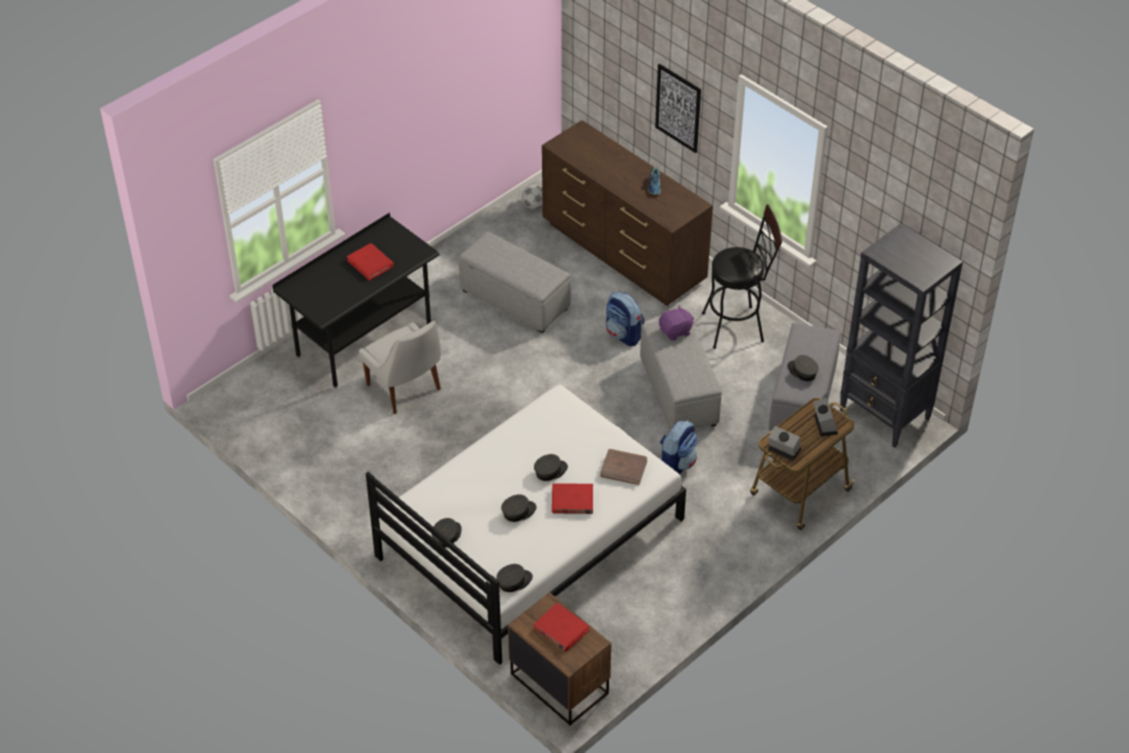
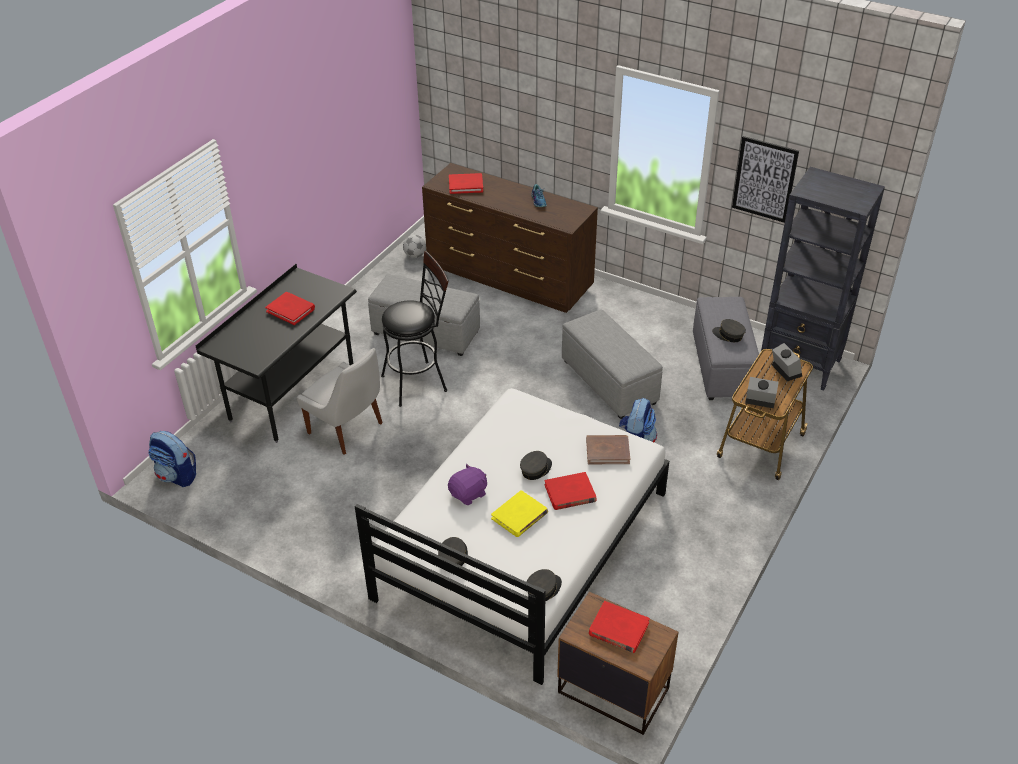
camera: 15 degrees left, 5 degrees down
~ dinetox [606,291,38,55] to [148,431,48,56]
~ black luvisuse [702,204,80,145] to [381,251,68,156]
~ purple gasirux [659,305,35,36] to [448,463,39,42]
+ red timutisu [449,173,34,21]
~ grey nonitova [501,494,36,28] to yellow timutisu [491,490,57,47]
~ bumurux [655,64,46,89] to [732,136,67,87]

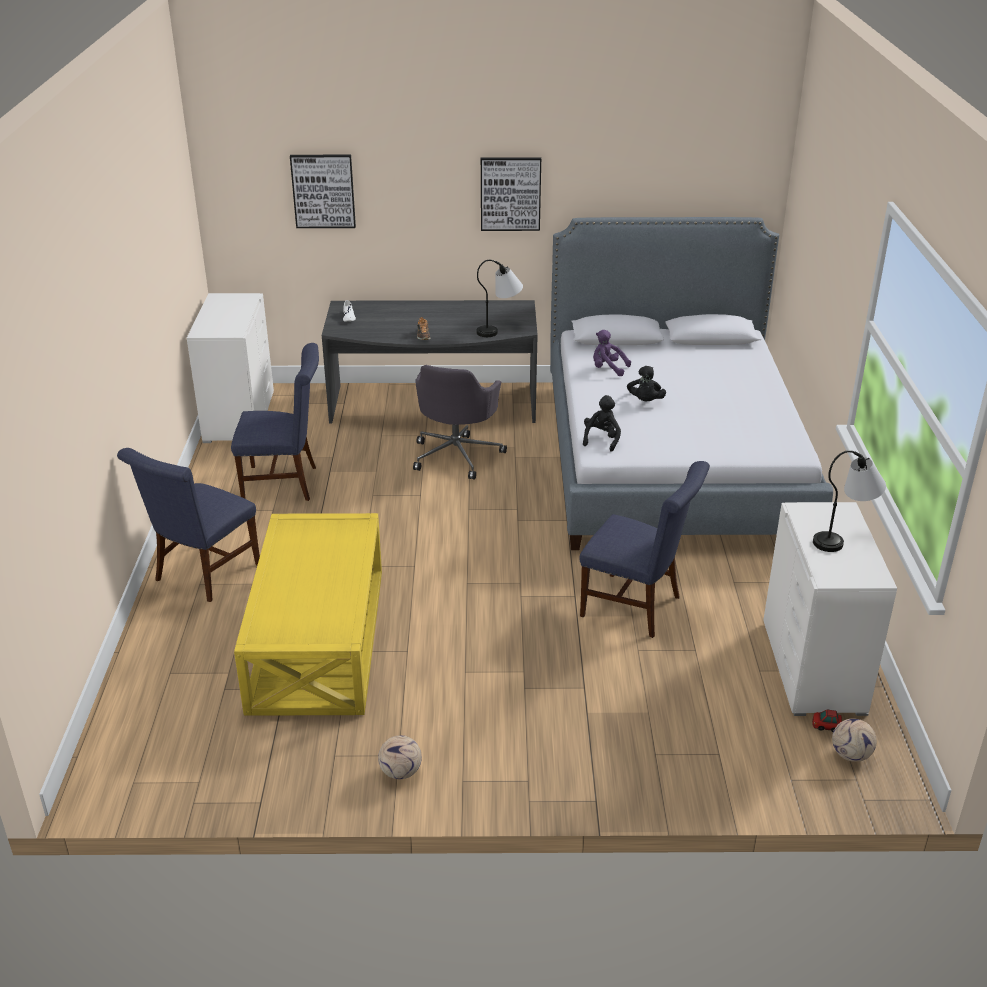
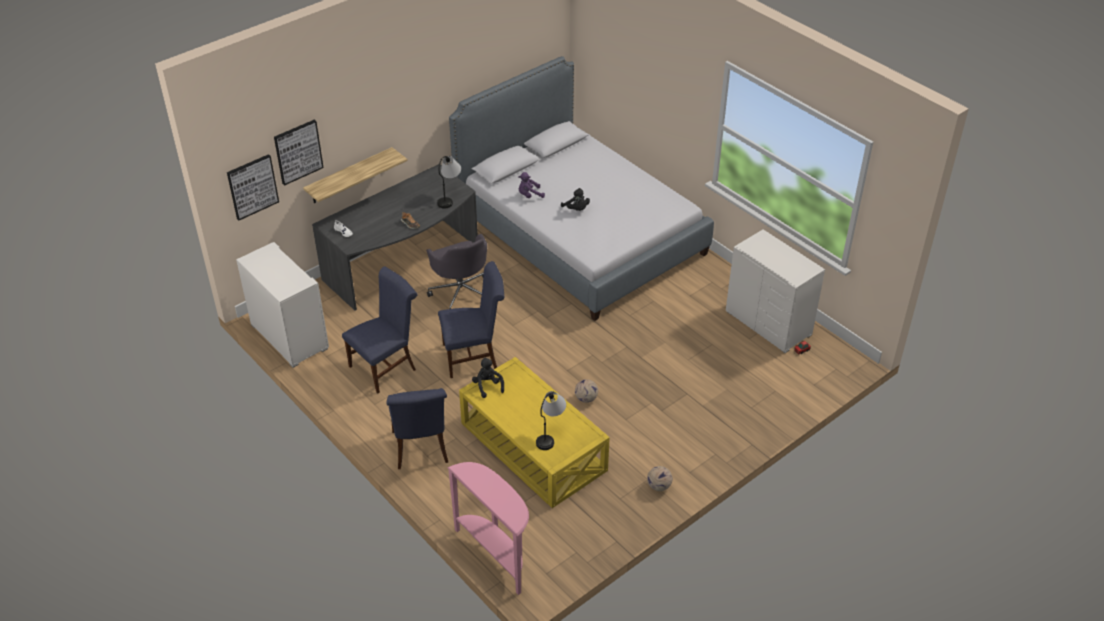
camera: 40 degrees left, 10 degrees up
~ bumurux [481,157,60,74] to [227,154,52,66]
+ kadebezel [303,147,105,56]
~ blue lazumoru [580,461,130,177] to [438,261,66,117]
+ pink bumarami [447,462,82,133]
~ black gasirux [583,395,38,57] to [472,357,32,41]
~ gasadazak [813,450,73,102] to [536,391,30,59]
~ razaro [832,719,45,43] to [575,379,23,24]

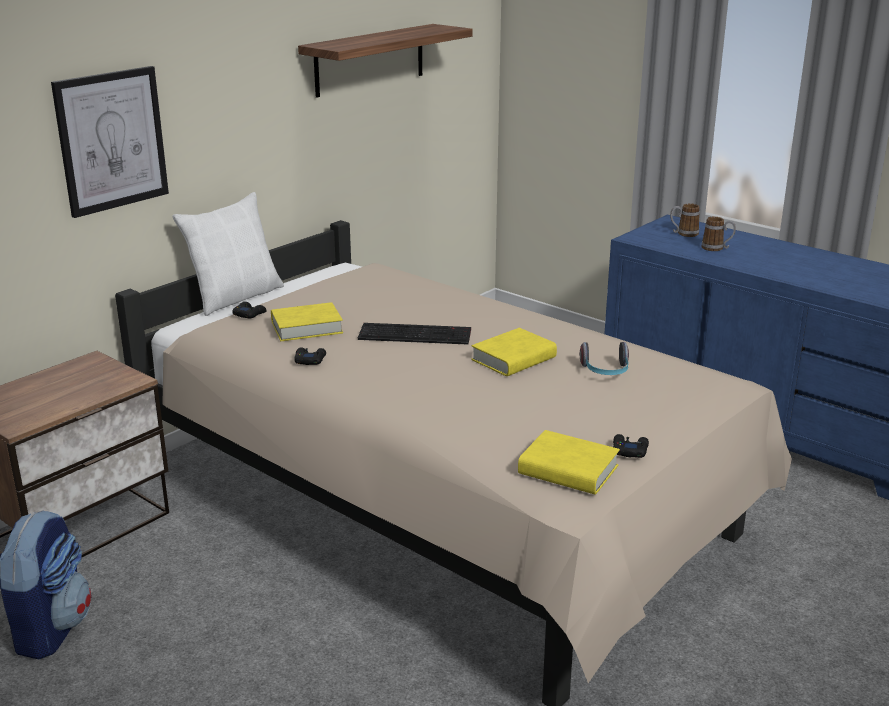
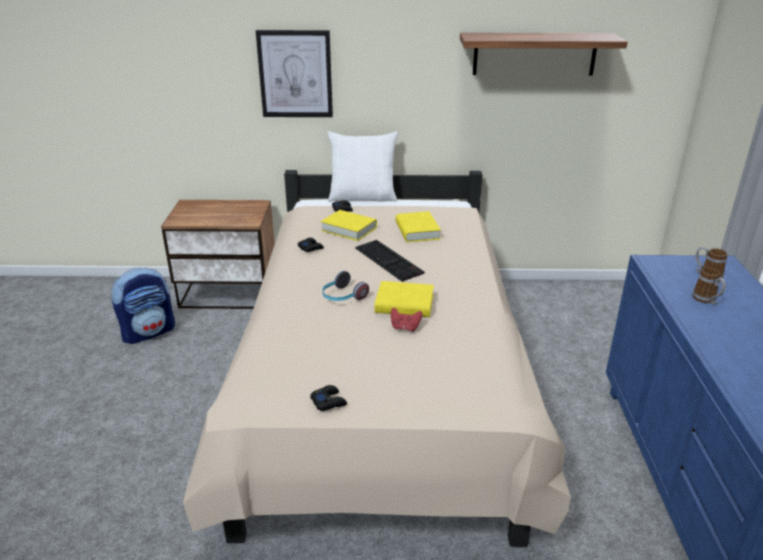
camera: 50 degrees right, 5 degrees up
~ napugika [580,342,49,33] to [322,271,47,30]
+ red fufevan [391,308,32,24]
~ yellow timutisu [518,430,102,65] to [396,211,45,31]

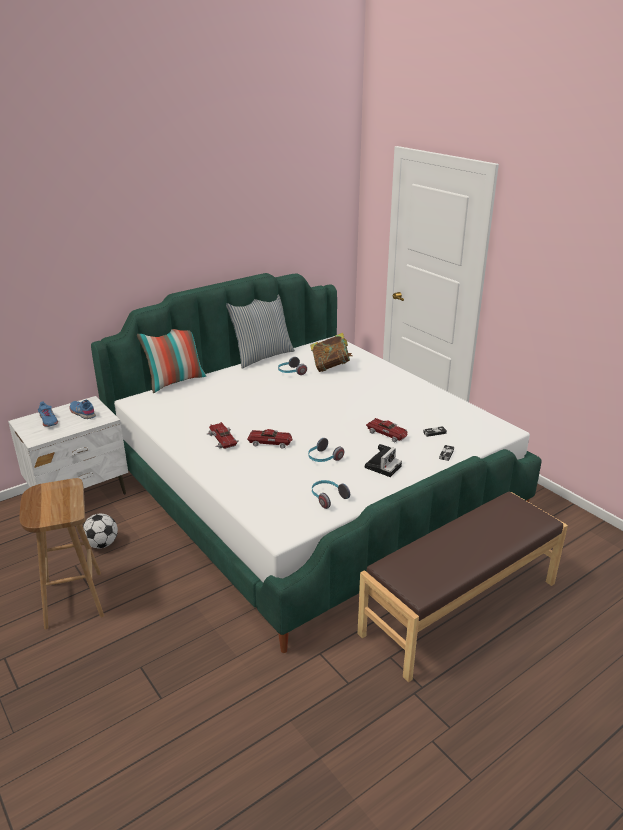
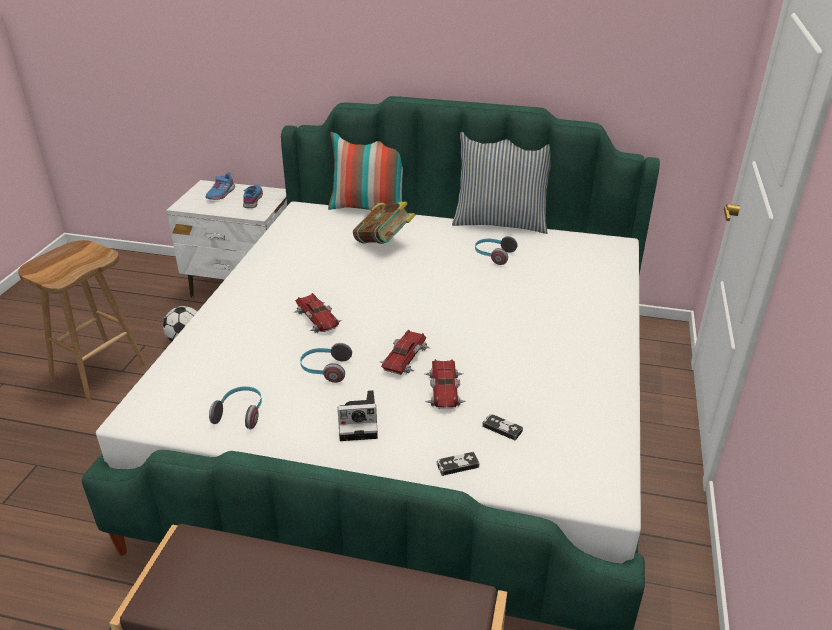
camera: 50 degrees right, 5 degrees up
~ timutisu [310,333,42,39] to [353,202,63,42]
~ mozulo [207,422,31,27] to [379,330,51,45]

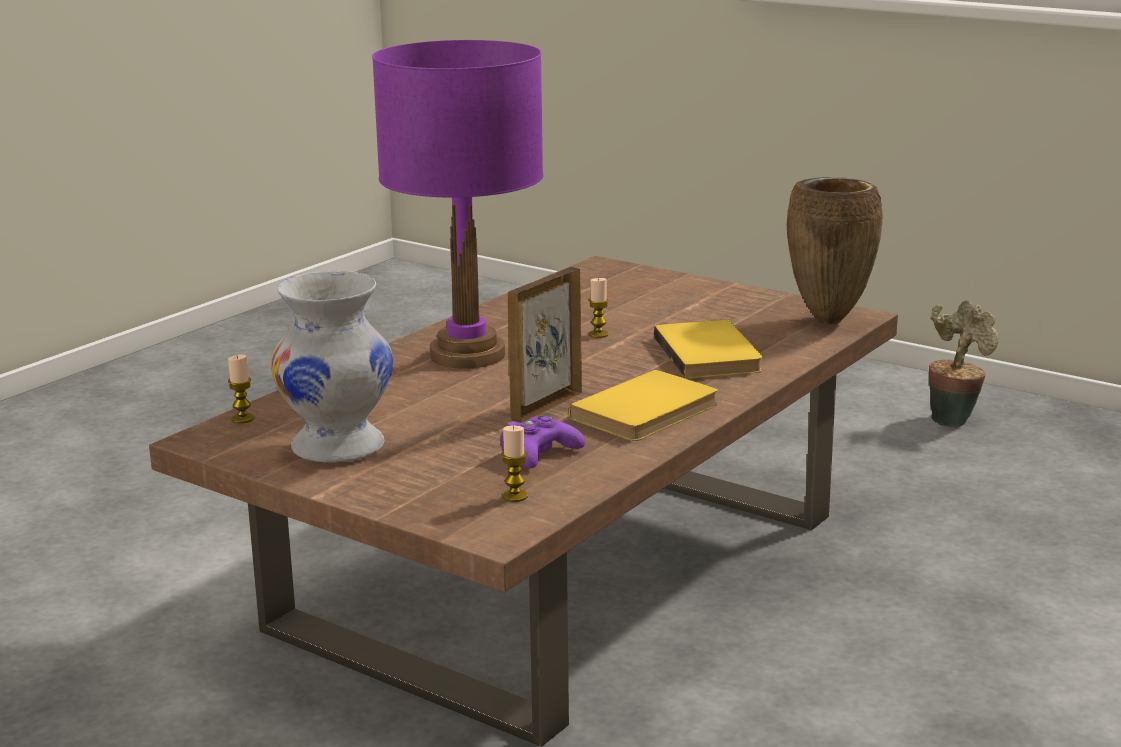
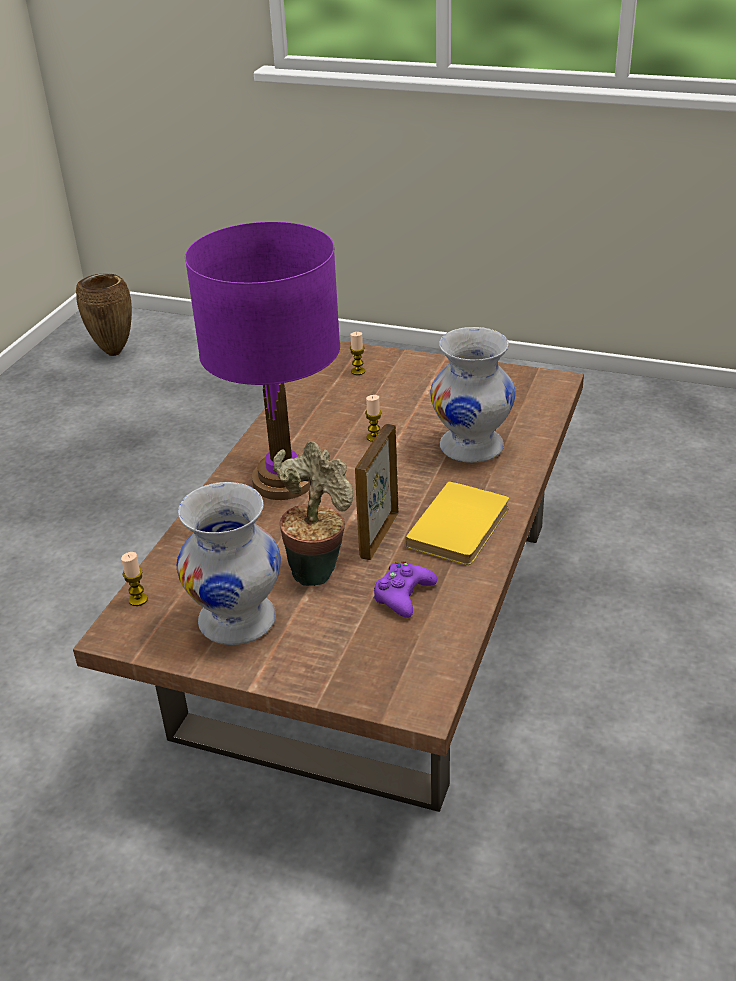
camera: 15 degrees left, 15 degrees up
~ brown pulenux [787,177,96,147] to [76,273,56,83]
~ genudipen [929,300,70,127] to [273,441,81,145]
~ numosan [501,425,27,77] to [350,332,15,43]
~ yellow timutisu [654,320,108,59] to white pulenux [430,327,85,136]

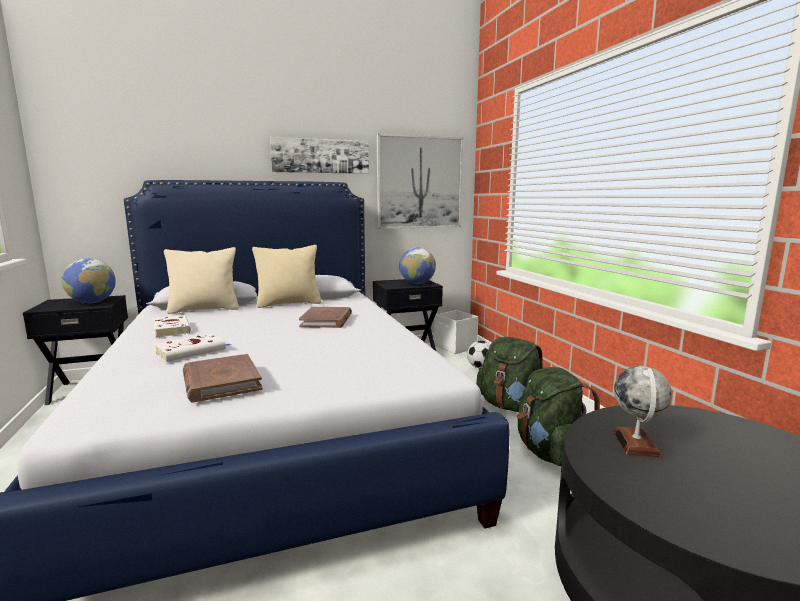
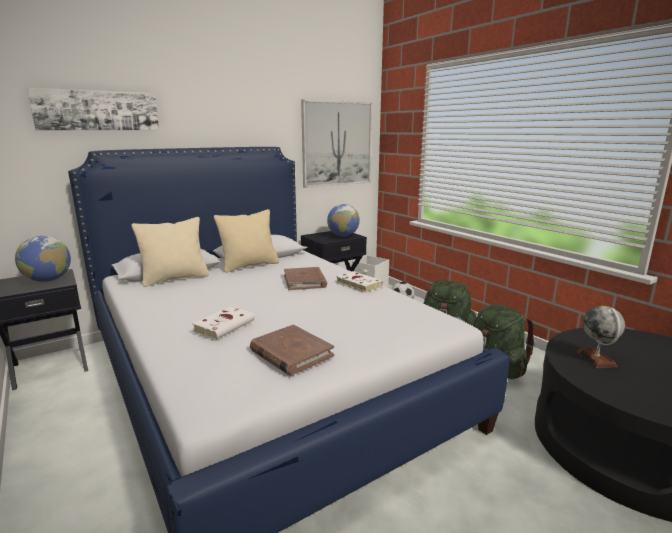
camera: 15 degrees left, 5 degrees up
~ bumurux [270,137,99,37] to [27,88,132,42]
~ white timutisu [153,315,38,23] to [336,271,47,22]

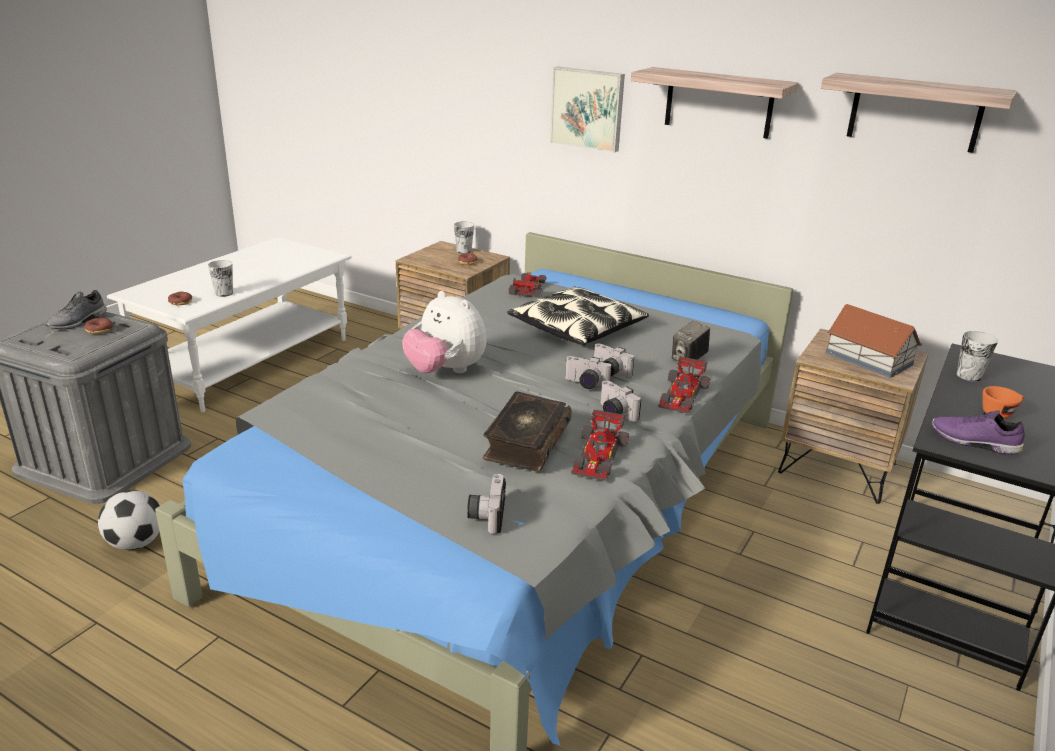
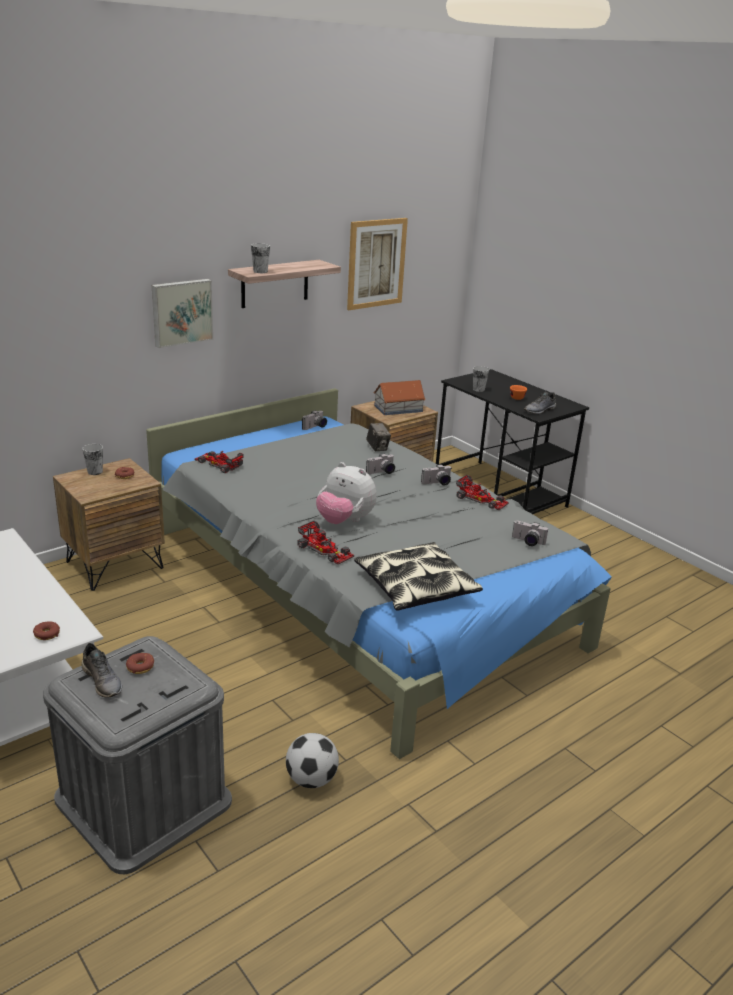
camera: 70 degrees left, 0 degrees up
~ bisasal [208,260,25,37] to [251,243,19,30]
~ mozulo [658,356,52,58] to [297,520,57,44]
~ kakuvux [565,356,46,33] to [302,411,25,19]
~ gasirux [402,291,85,82] = [316,462,61,62] 60 degrees clockwise
~ kadebezel [821,73,196,80] to bumurux [347,218,61,92]
~ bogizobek [507,287,142,59] to [354,542,129,69]
~ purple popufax [932,410,93,45] to grey popufax [524,392,32,22]
- timutisu [483,391,89,81]

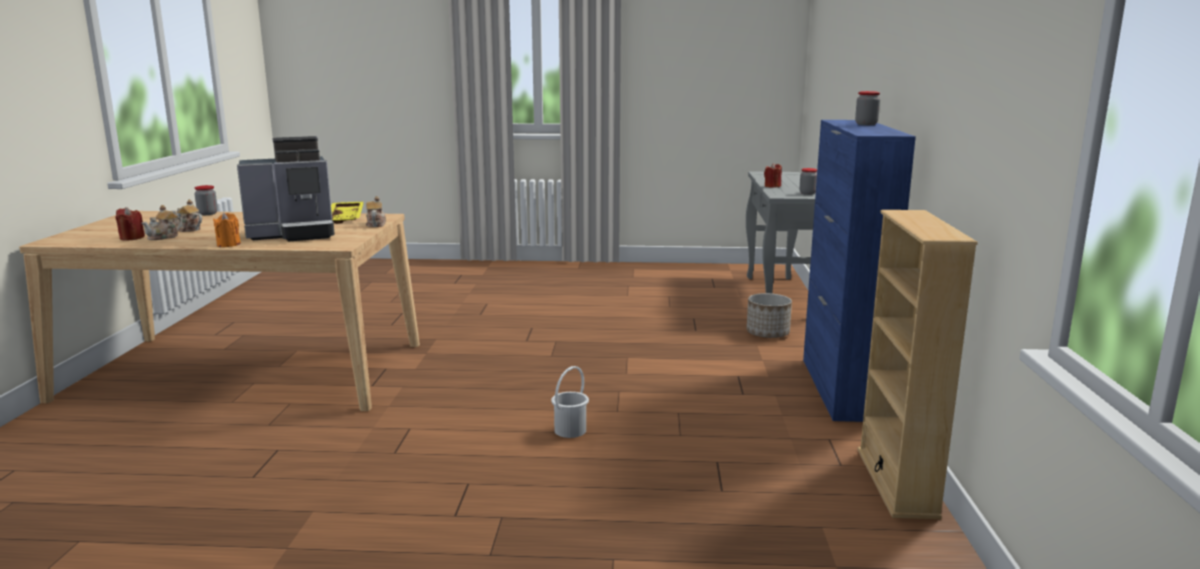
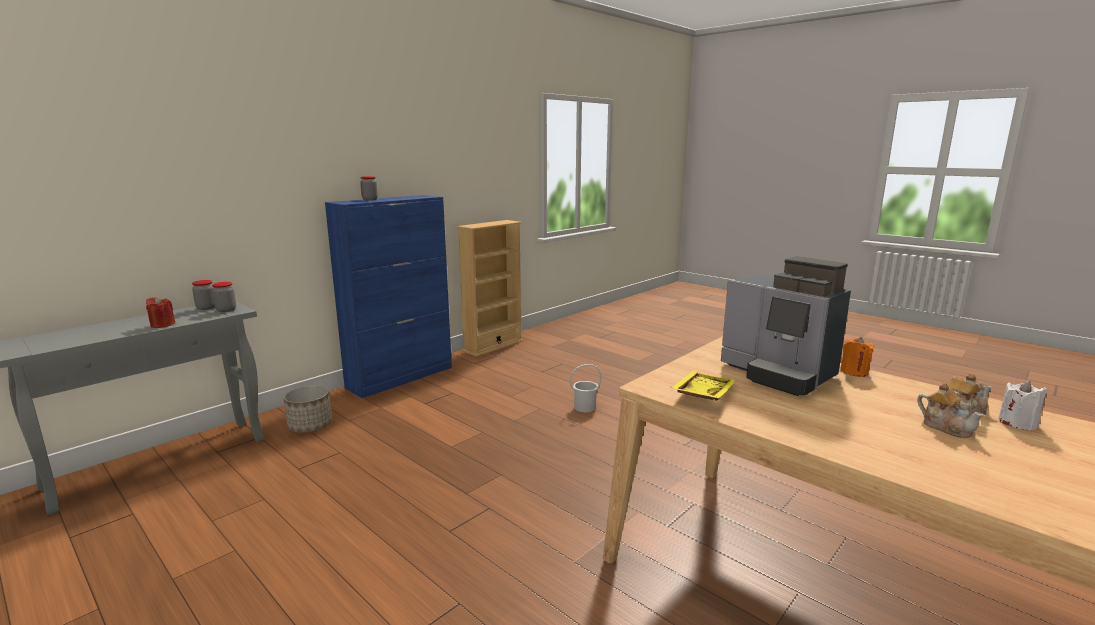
camera: 140 degrees left, 0 degrees up
~ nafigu [194,185,24,30] to [212,282,24,30]
~ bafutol [237,136,98,105] = [721,256,130,140] 150 degrees counterclockwise
~ red numosan [116,207,29,34] to white numosan [998,380,49,50]
- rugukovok [366,196,20,31]

